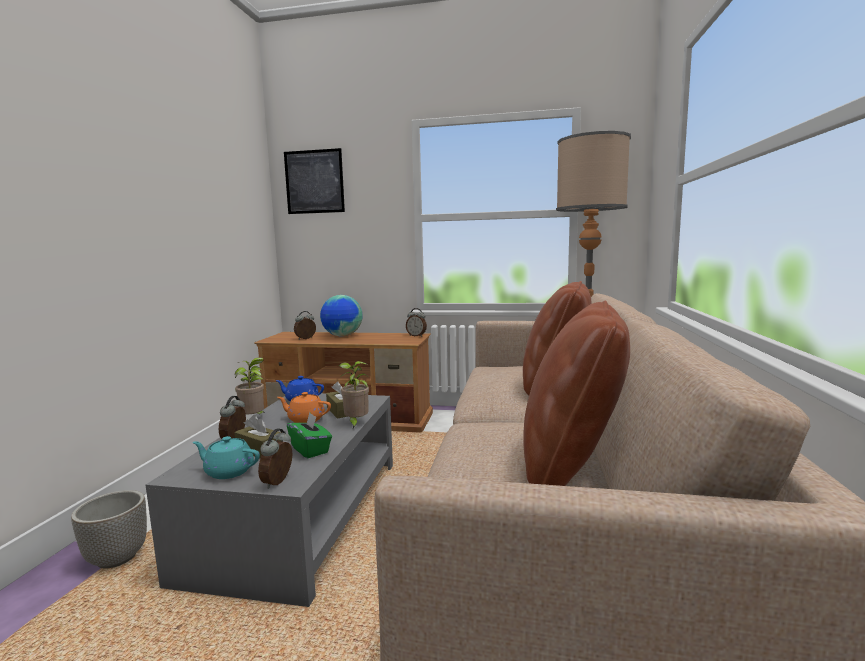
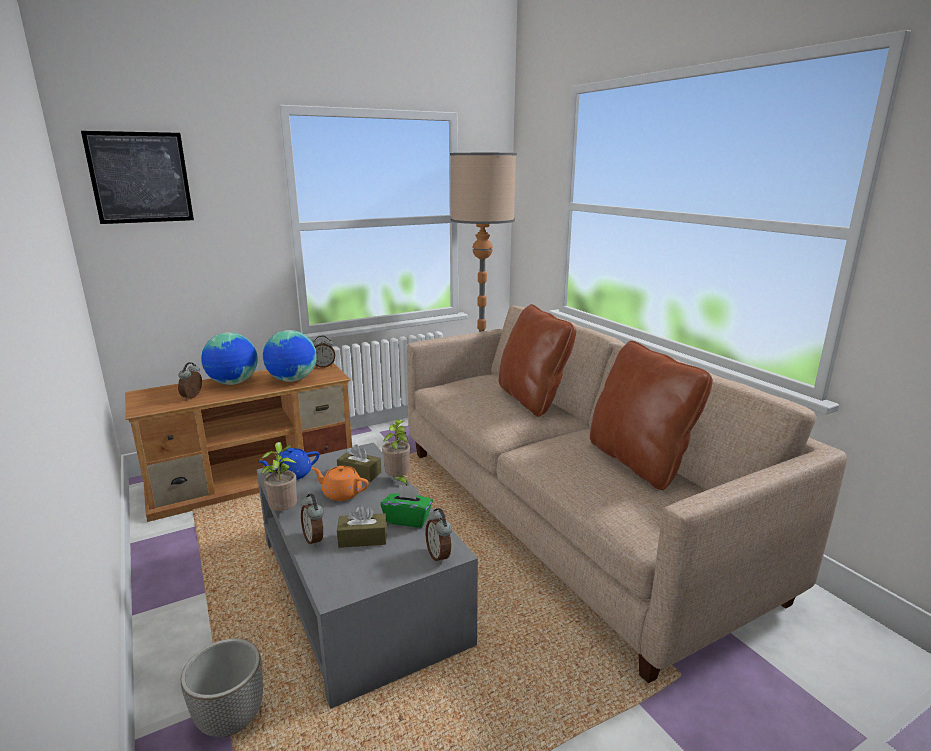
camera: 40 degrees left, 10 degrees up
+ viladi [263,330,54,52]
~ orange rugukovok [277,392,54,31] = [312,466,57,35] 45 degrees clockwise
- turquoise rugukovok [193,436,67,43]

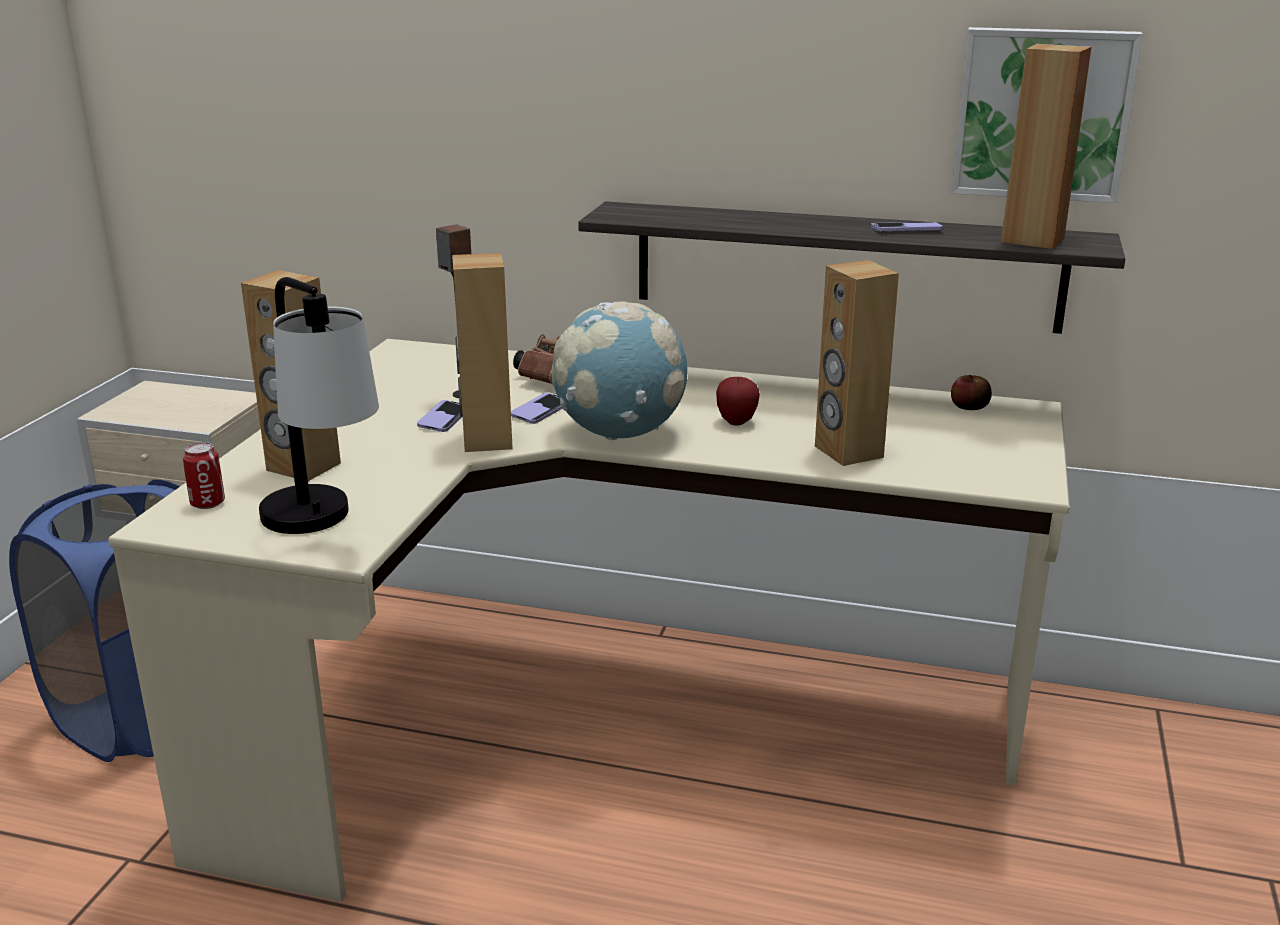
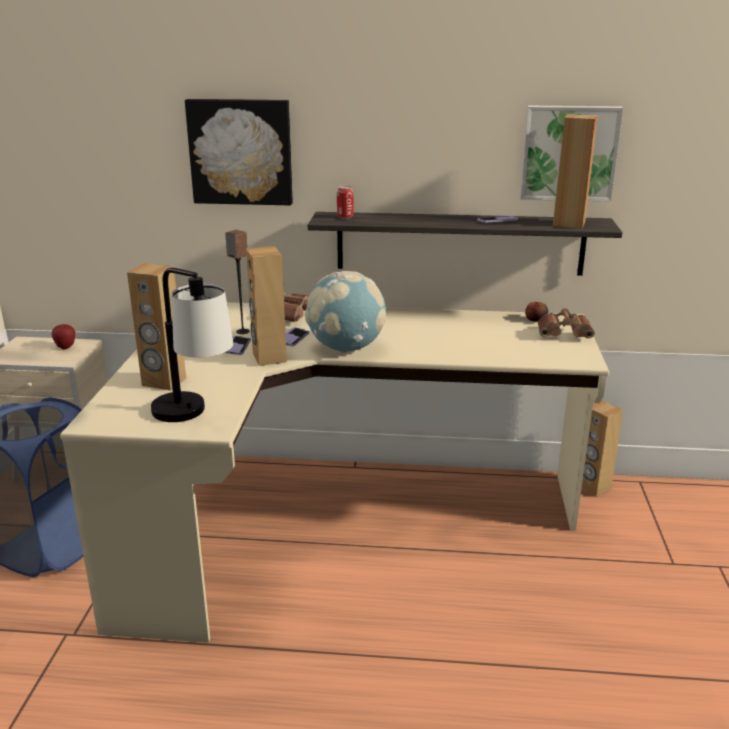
camera: 10 degrees left, 0 degrees up
~ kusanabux [716,377,44,49] to [52,324,23,25]
+ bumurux [185,99,108,107]
~ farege [183,442,42,67] to [337,186,17,33]
+ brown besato [538,308,57,30]
~ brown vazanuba [815,260,84,206] to [582,401,41,96]

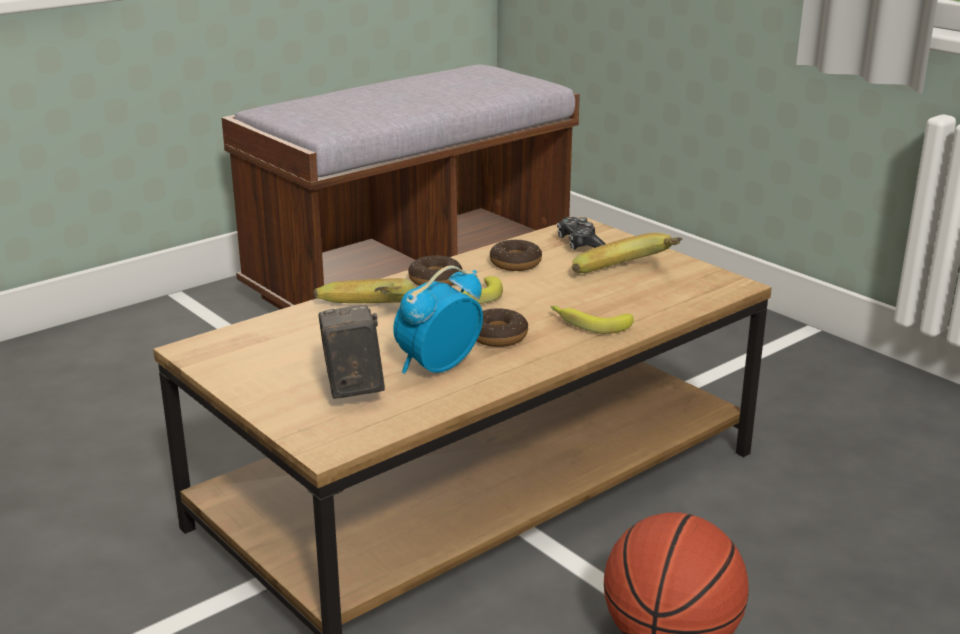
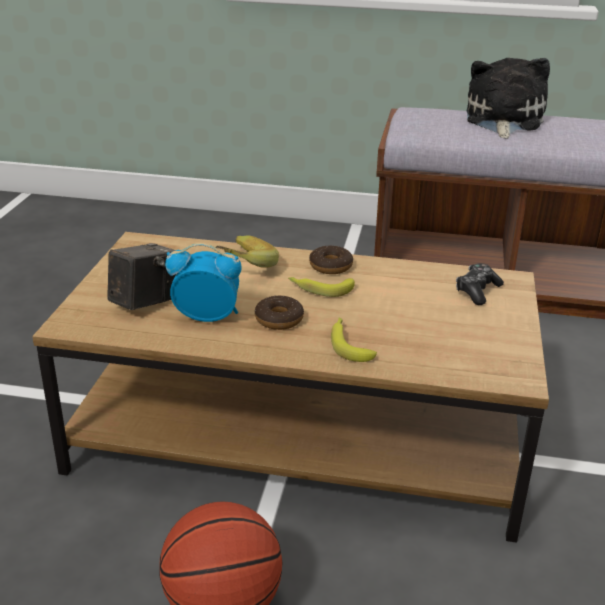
camera: 50 degrees right, 5 degrees up
+ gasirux [467,58,83,81]
- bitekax [490,240,52,31]
- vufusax [572,233,110,40]

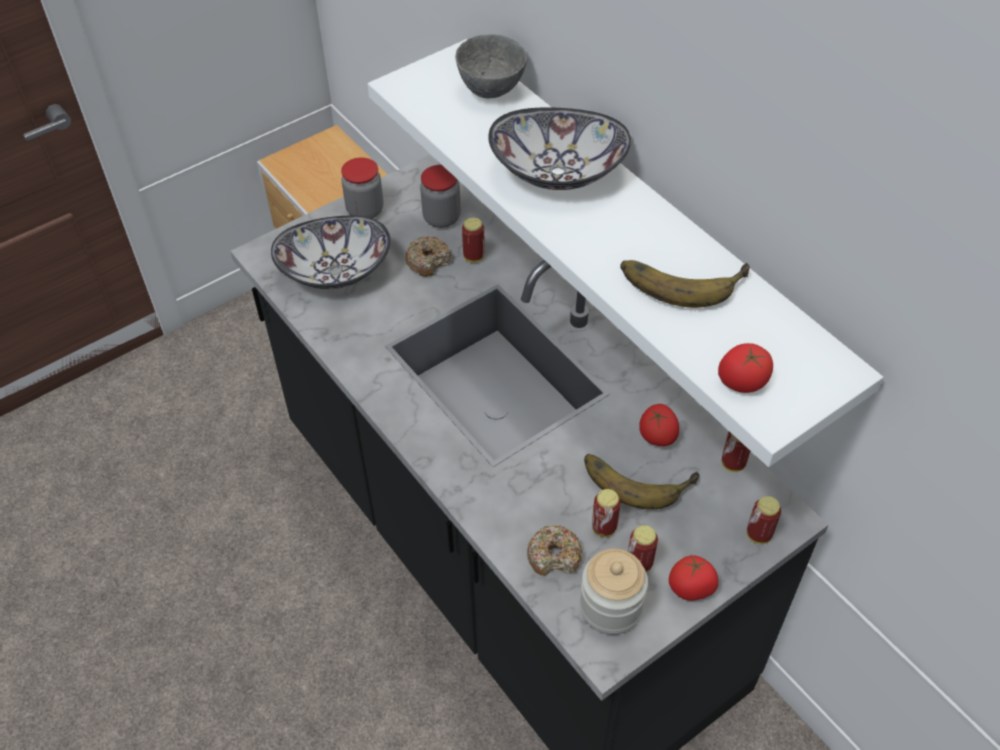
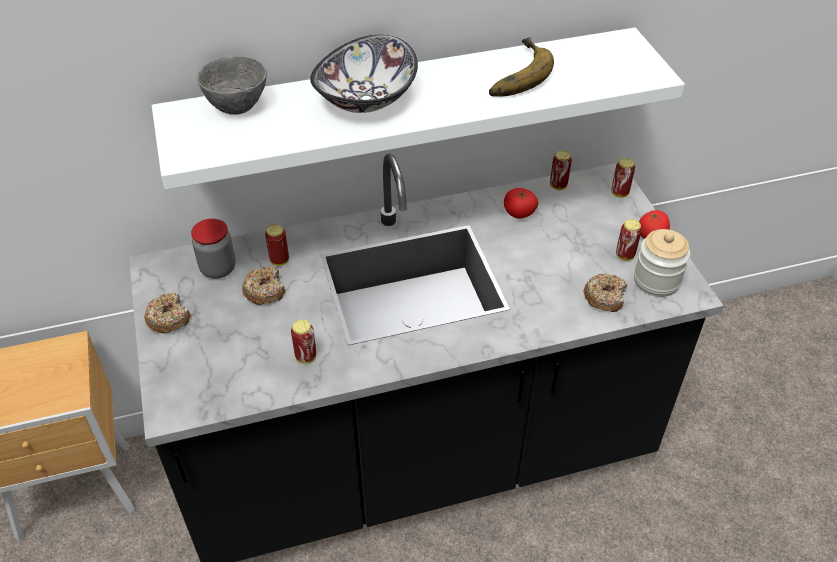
camera: 70 degrees left, 5 degrees down
~ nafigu [341,157,42,62] to bitekax [144,292,46,41]
~ farege [592,489,29,48] to [291,319,25,45]
- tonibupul [271,216,120,73]
- vufusax [584,454,115,56]
- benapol [718,343,55,50]

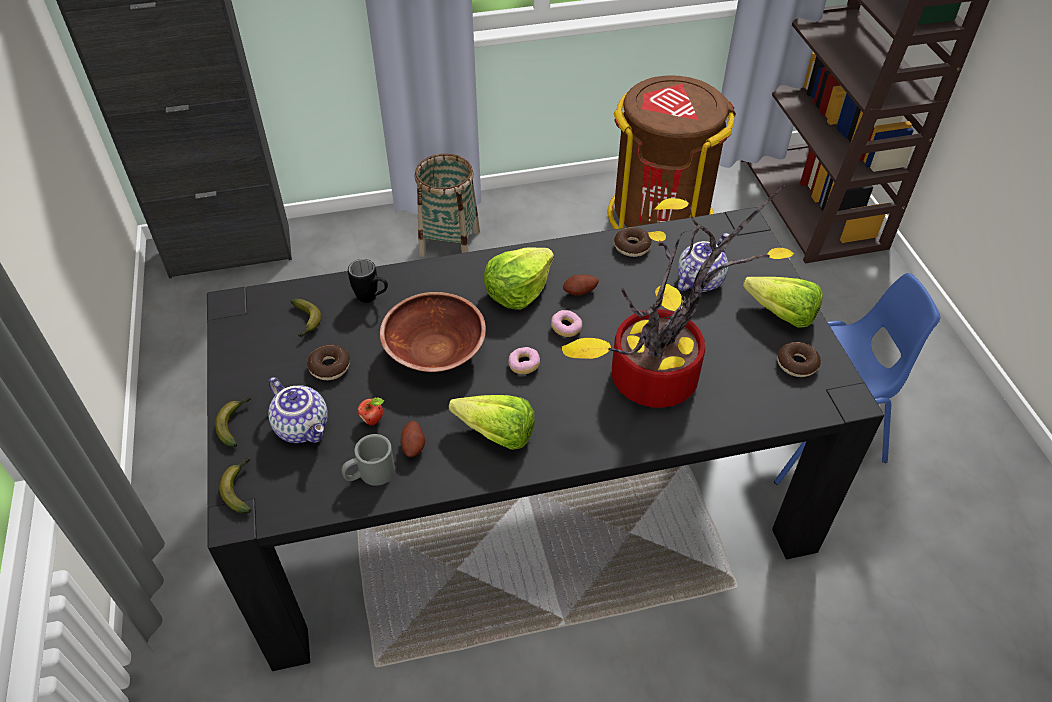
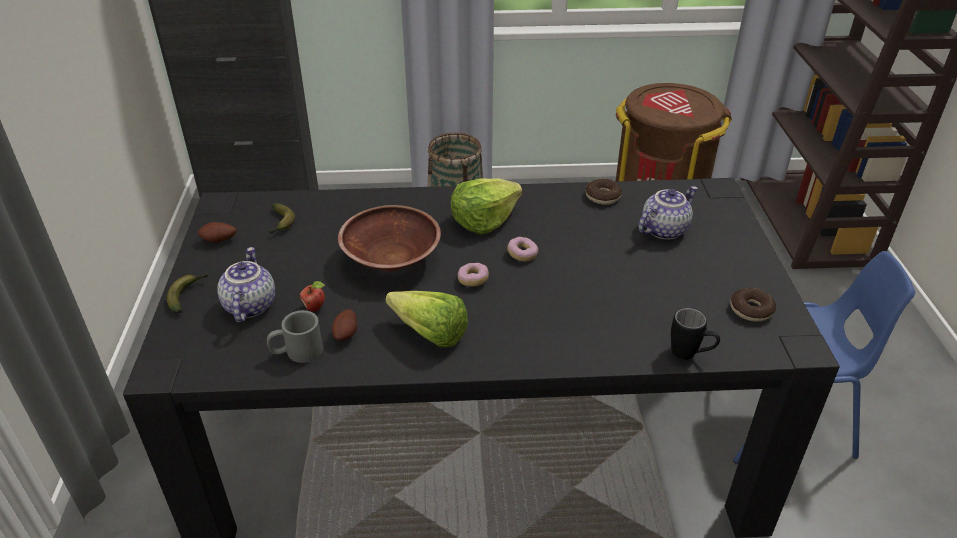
camera: 10 degrees right, 10 degrees down
~ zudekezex [563,274,36,21] to [198,222,39,20]
~ rugukovok [268,377,60,66] = [217,247,58,76] 150 degrees counterclockwise
~ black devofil [348,259,40,44] to [671,308,49,52]
- vufusax [219,458,32,56]
- bitekax [307,344,43,36]
- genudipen [562,185,232,223]
- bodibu [743,277,80,51]

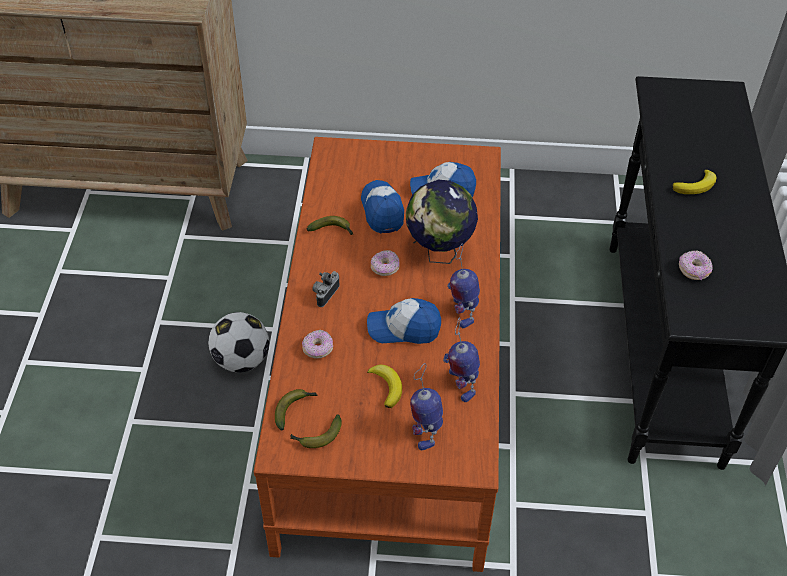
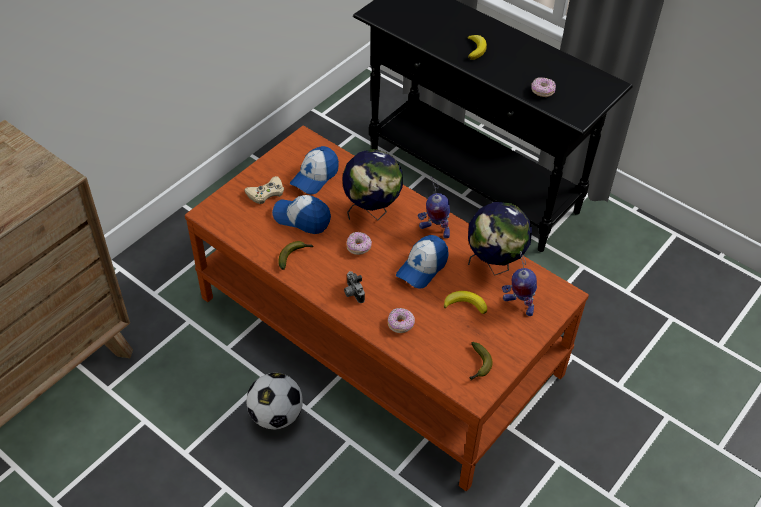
camera: 55 degrees left, 0 degrees up
+ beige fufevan [244,176,40,28]
~ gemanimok [443,317,37,85] to viladi [468,202,64,74]
- vufusax [275,389,42,41]

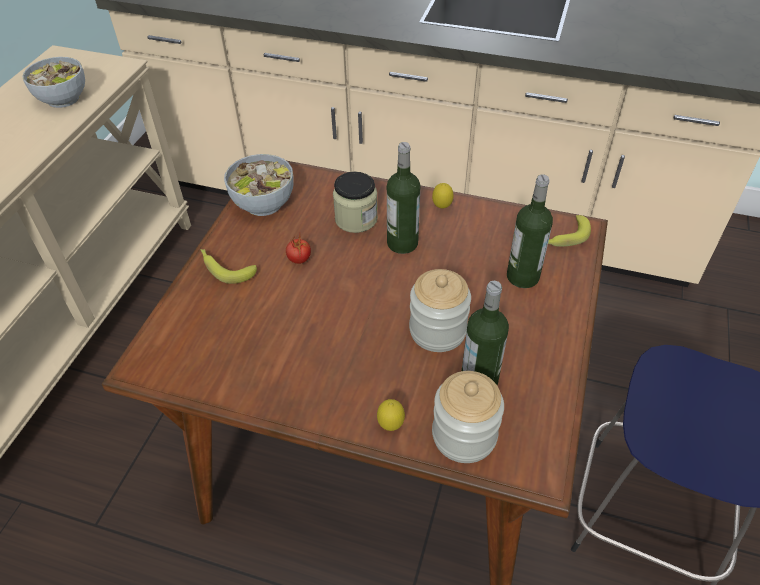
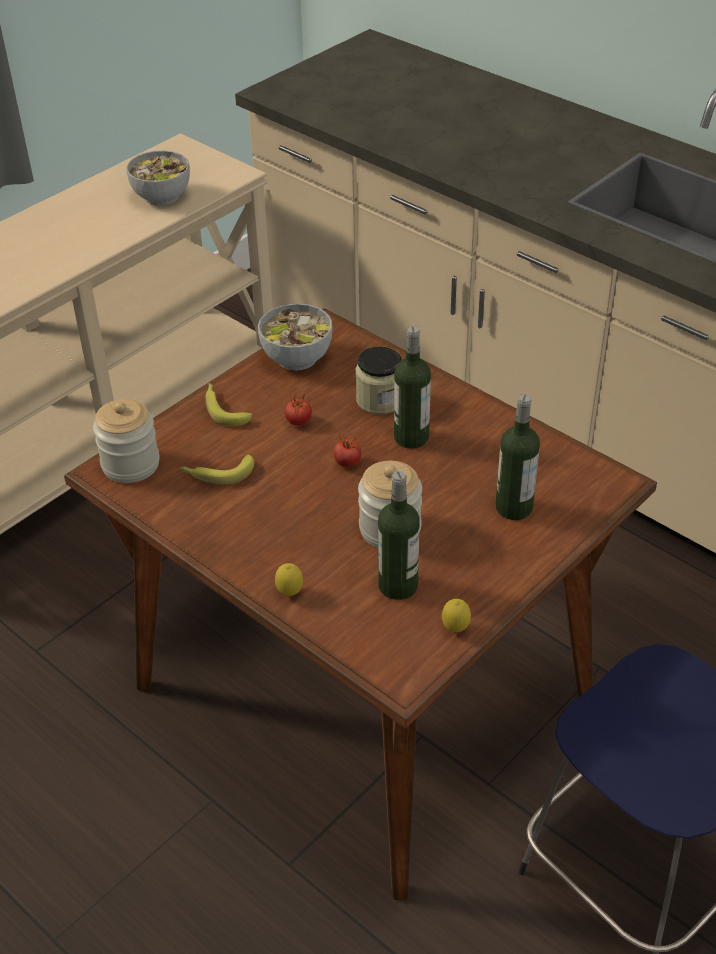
camera: 25 degrees right, 5 degrees down
~ nafigu [432,371,72,92] to [93,399,67,84]
~ vufusax [548,215,43,32] to [180,455,74,29]
+ benapol [334,434,27,33]
~ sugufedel [432,183,22,25] to [442,599,29,33]

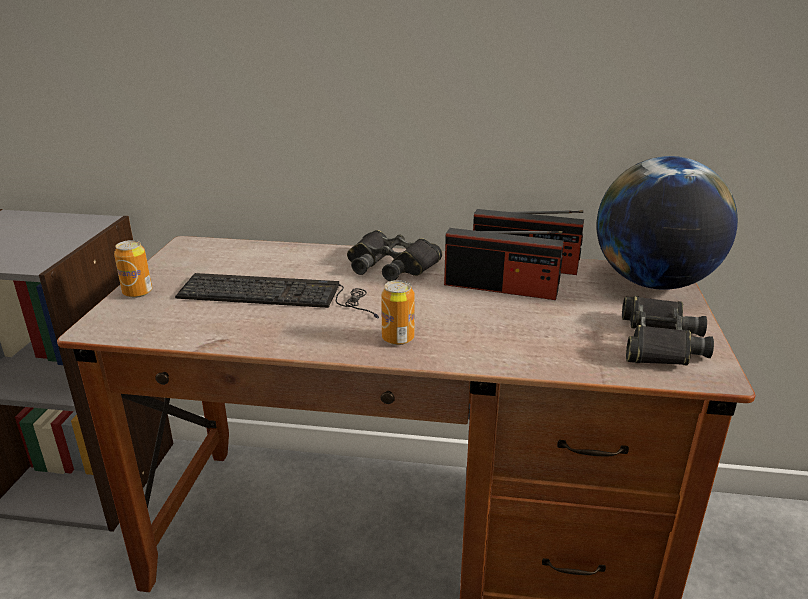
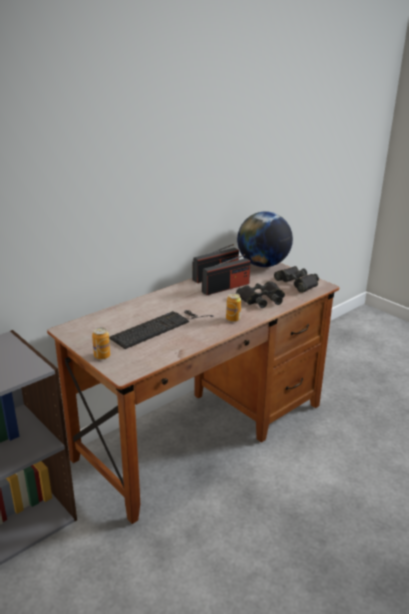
camera: 50 degrees left, 0 degrees up
~ black besato [347,230,95,51] to [236,281,49,27]

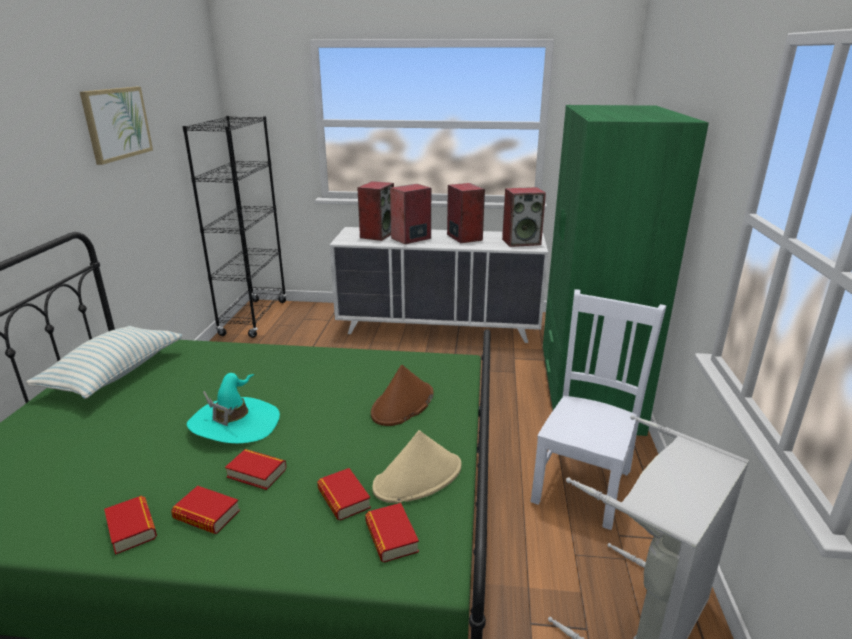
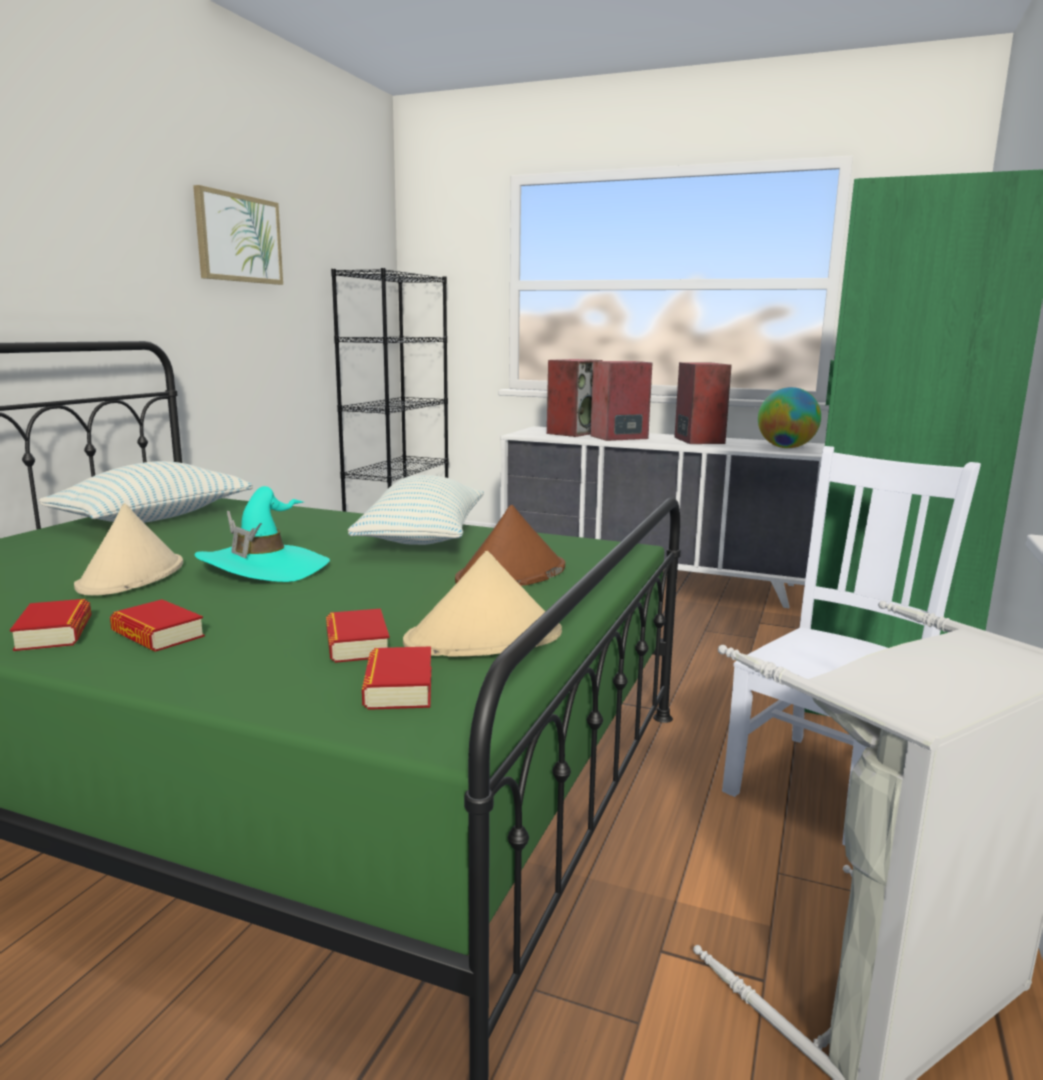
camera: 15 degrees right, 10 degrees down
+ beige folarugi [74,503,109,93]
+ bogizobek [348,475,136,70]
~ vazanuba [502,187,44,60] to viladi [758,387,63,61]
- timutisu [225,449,61,41]

